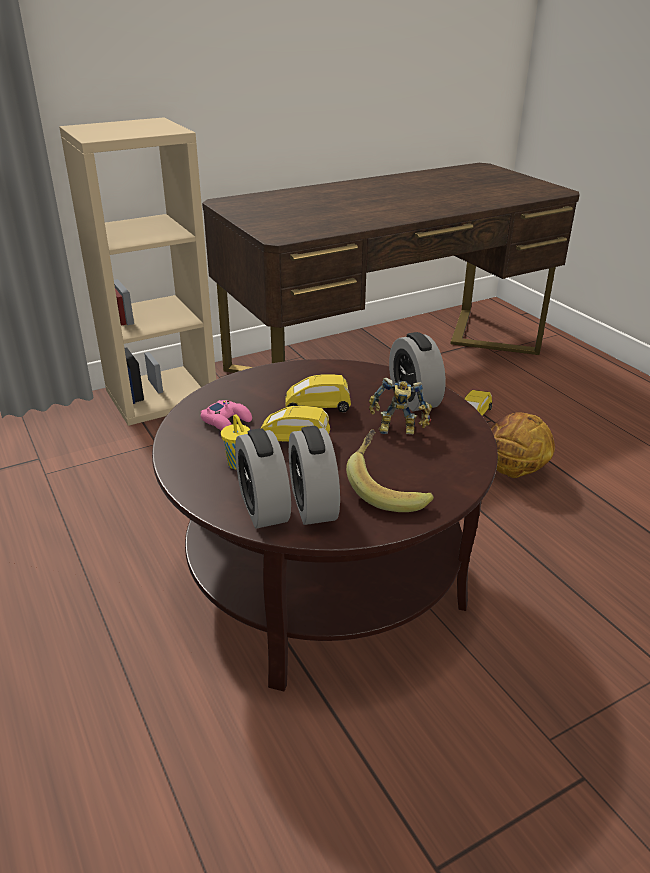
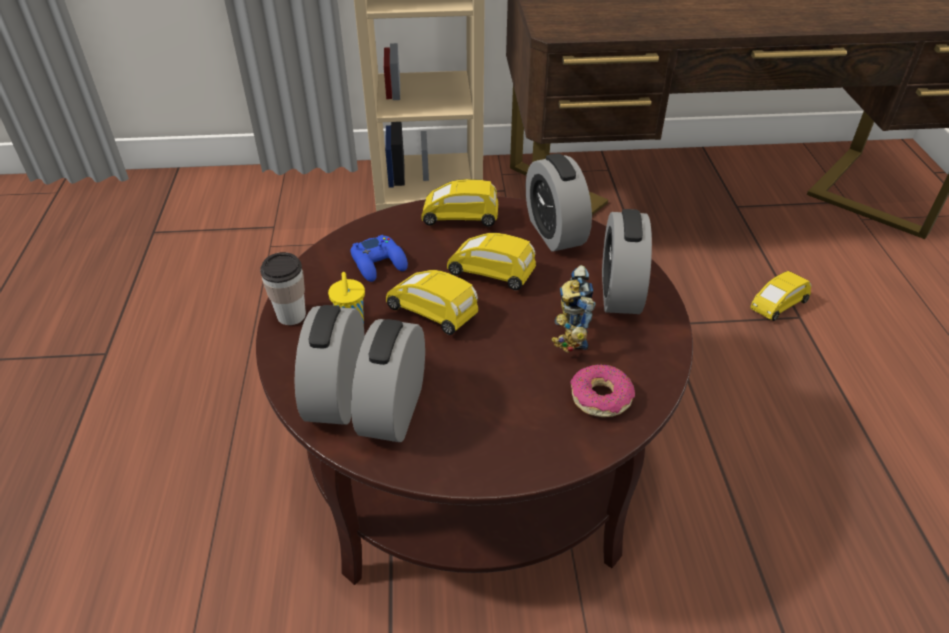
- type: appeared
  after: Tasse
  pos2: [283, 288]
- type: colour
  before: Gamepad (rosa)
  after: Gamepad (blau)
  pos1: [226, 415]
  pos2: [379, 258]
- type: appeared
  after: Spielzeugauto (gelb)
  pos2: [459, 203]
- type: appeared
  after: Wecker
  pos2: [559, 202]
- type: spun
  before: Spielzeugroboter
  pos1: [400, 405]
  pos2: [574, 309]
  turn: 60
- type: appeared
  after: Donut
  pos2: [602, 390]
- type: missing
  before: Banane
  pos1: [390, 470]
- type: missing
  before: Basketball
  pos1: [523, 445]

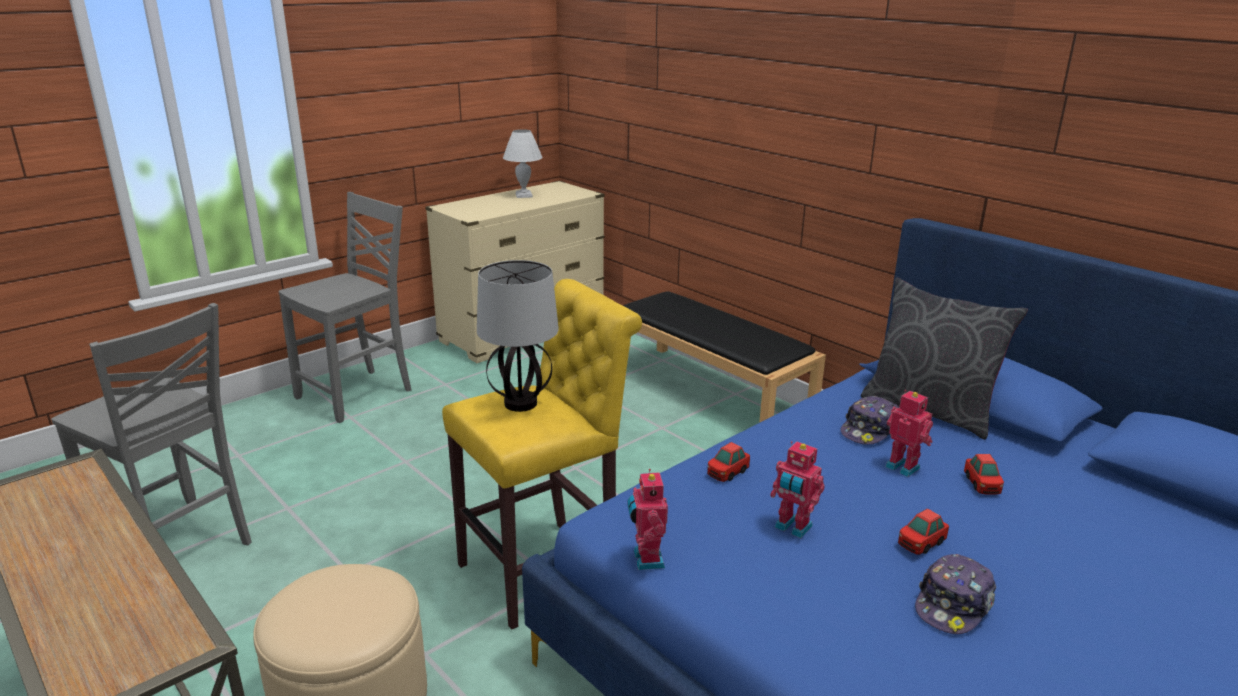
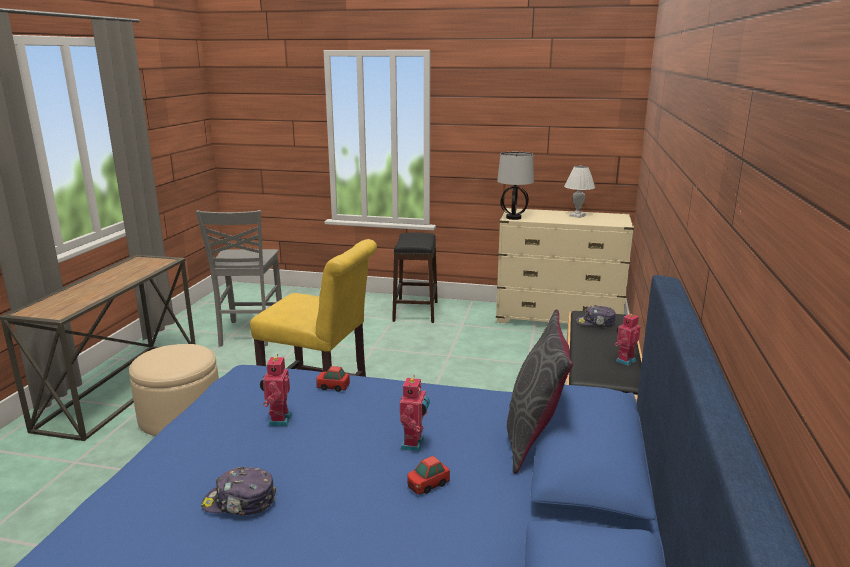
- type: exchanged
  before: Stuhl (grau)
  after: Hocker (schwarz)
  pos1: [344, 307]
  pos2: [415, 278]
- type: relocated
  before: Tischlampe
  pos1: [518, 336]
  pos2: [515, 186]
- type: relocated
  before: Kappe
  pos1: [870, 420]
  pos2: [596, 316]
- type: relocated
  before: Spielzeugroboter
  pos1: [647, 519]
  pos2: [627, 339]
- type: missing
  before: Spielzeugauto
  pos1: [923, 532]

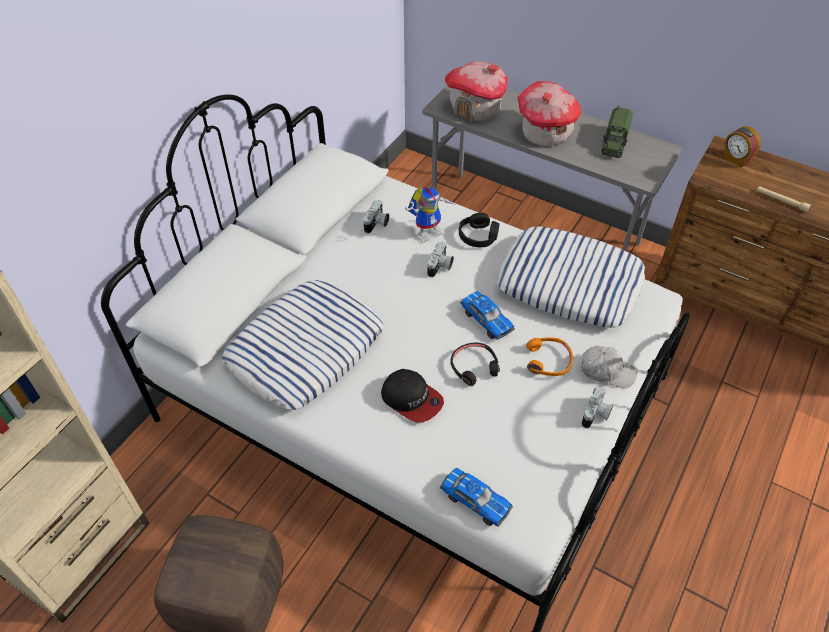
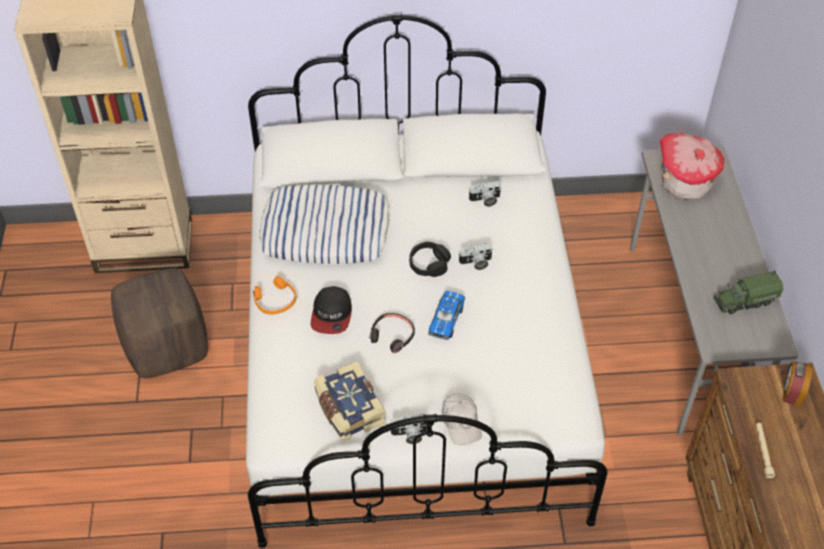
- type: relocated
  before: Kopfhörer (orange)
  pos1: [549, 356]
  pos2: [275, 295]
- type: appeared
  after: Buch
  pos2: [350, 401]
- type: relocated
  before: Kopfhörer (schwarz)
  pos1: [479, 230]
  pos2: [430, 259]
- type: missing
  before: Spielzeugroboter
  pos1: [430, 215]
- type: missing
  before: Spielzeugauto
  pos1: [476, 497]
- type: missing
  before: Kissen
  pos1: [571, 277]
- type: missing
  before: Spielzeughaus
  pos1: [549, 113]

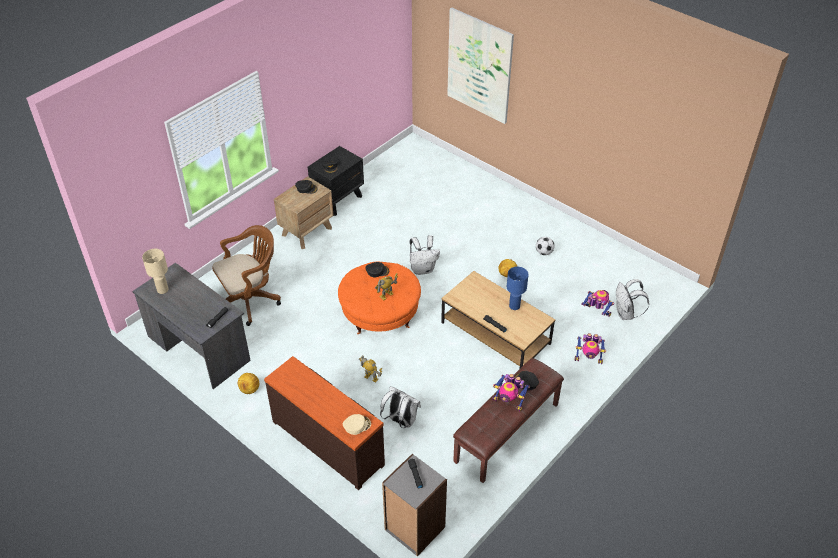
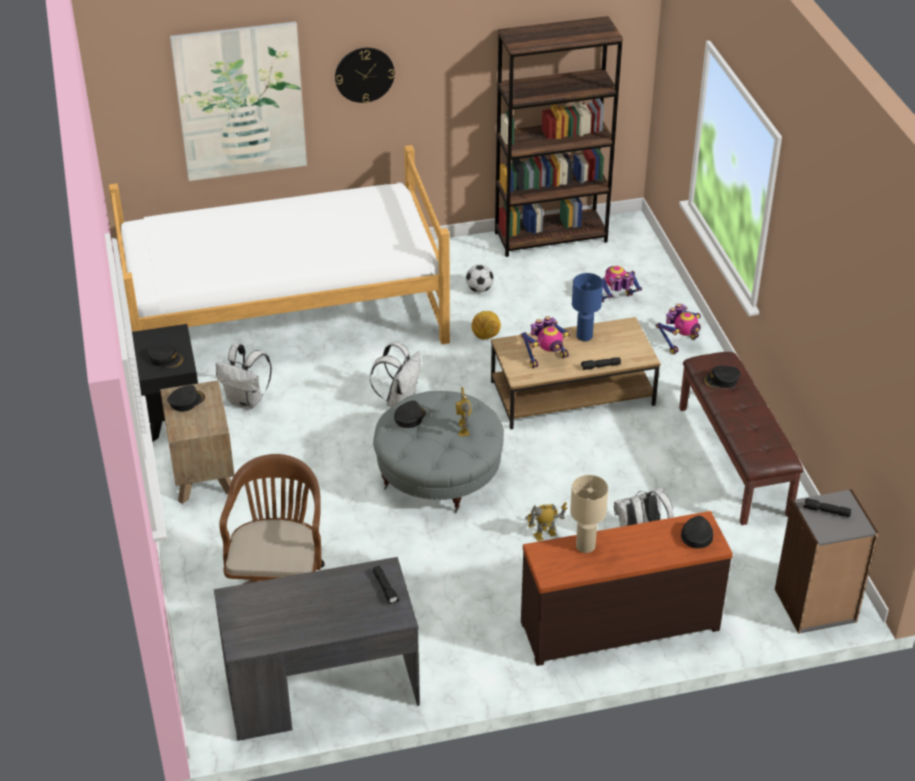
- type: appeared
  after: Bett
  pos2: [279, 244]
- type: relocated
  before: Rucksack (weiß)
  pos1: [632, 299]
  pos2: [244, 376]
- type: appeared
  after: Wanduhr
  pos2: [365, 75]
- type: colour
  before: Polsterhocker (orange)
  after: Polsterhocker (grau)
  pos1: [379, 298]
  pos2: [438, 452]
- type: appeared
  after: Bücherregal (braun)
  pos2: [559, 136]
- type: relocated
  before: Spielzeugroboter
  pos1: [511, 392]
  pos2: [546, 342]
- type: relocated
  before: Tischlampe (beige)
  pos1: [155, 271]
  pos2: [589, 514]
- type: colour
  before: Kappe (beige)
  after: Kappe (schwarz)
  pos1: [357, 424]
  pos2: [697, 532]
- type: missing
  before: Fußball
  pos1: [248, 383]

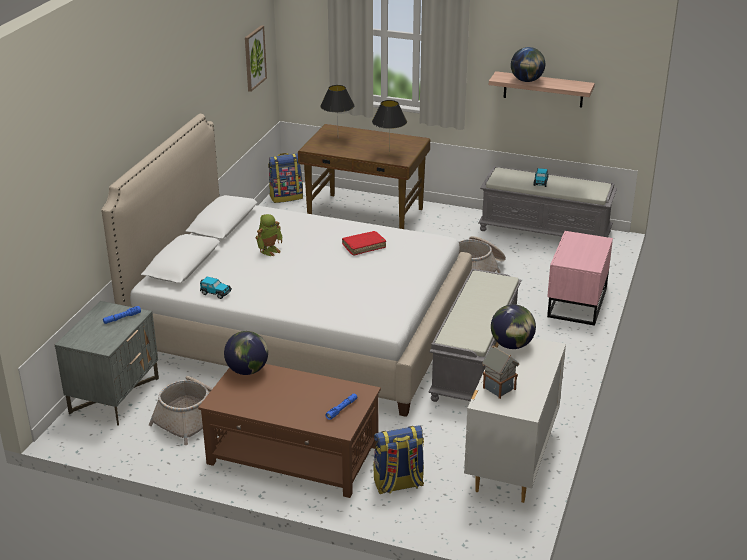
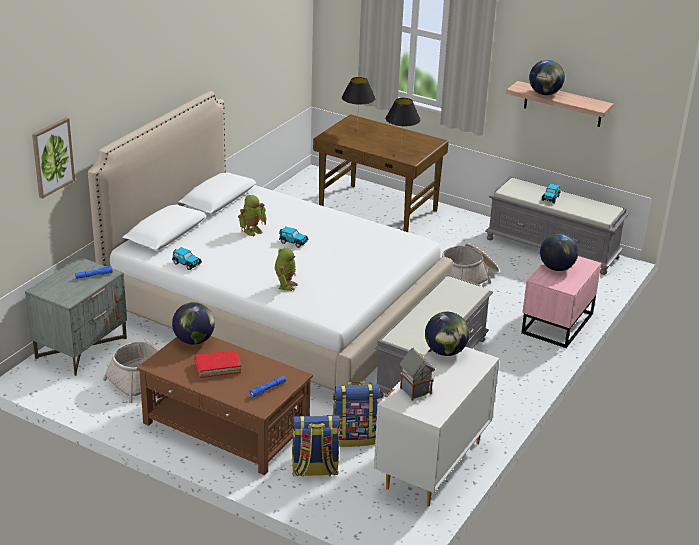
- type: relocated
  before: Bild
  pos1: [256, 58]
  pos2: [53, 158]
- type: relocated
  before: Buch (rot)
  pos1: [364, 243]
  pos2: [218, 364]
- type: appeared
  after: Spielzeugroboter
  pos2: [286, 269]
- type: appeared
  after: Spielzeugauto
  pos2: [294, 237]
- type: relocated
  before: Rucksack
  pos1: [285, 178]
  pos2: [356, 414]
- type: appeared
  after: Globus
  pos2: [559, 252]

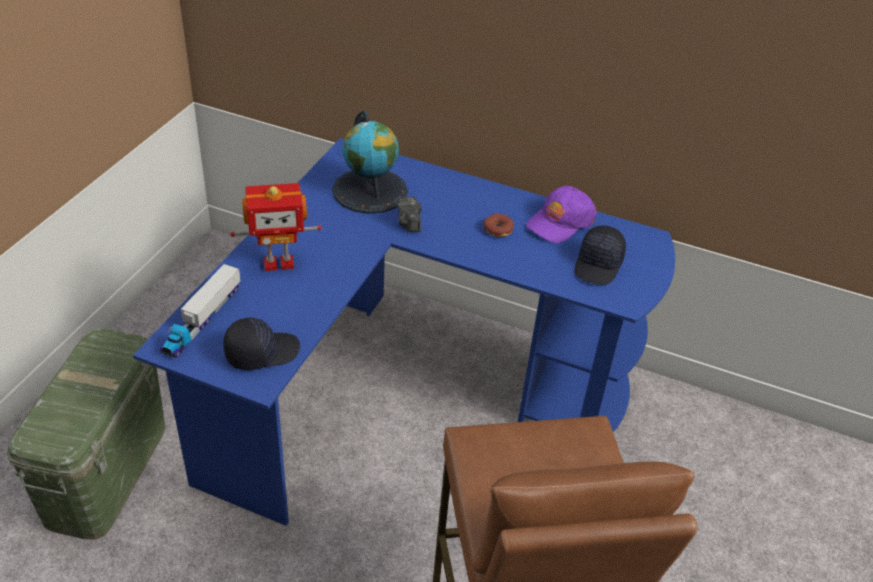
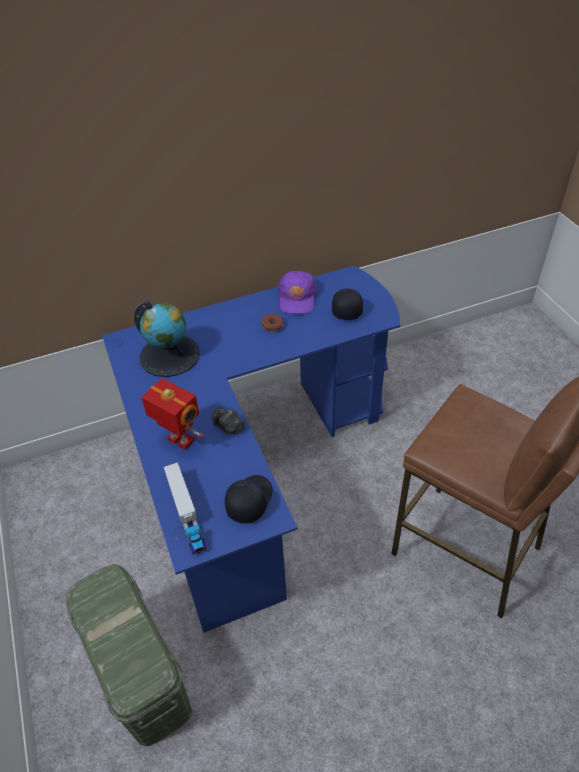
- type: spun
  before: Spielzeugroboter
  pos1: [276, 227]
  pos2: [172, 414]
  turn: -90
- type: relocated
  before: Kamera
  pos1: [410, 214]
  pos2: [228, 420]
- type: spun
  before: Kappe (schwarz)
  pos1: [600, 255]
  pos2: [347, 304]
  turn: -150

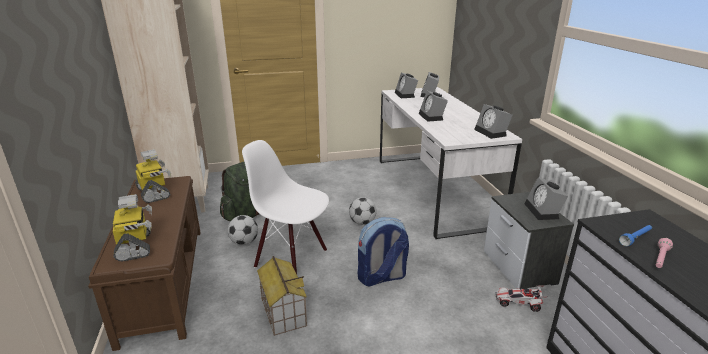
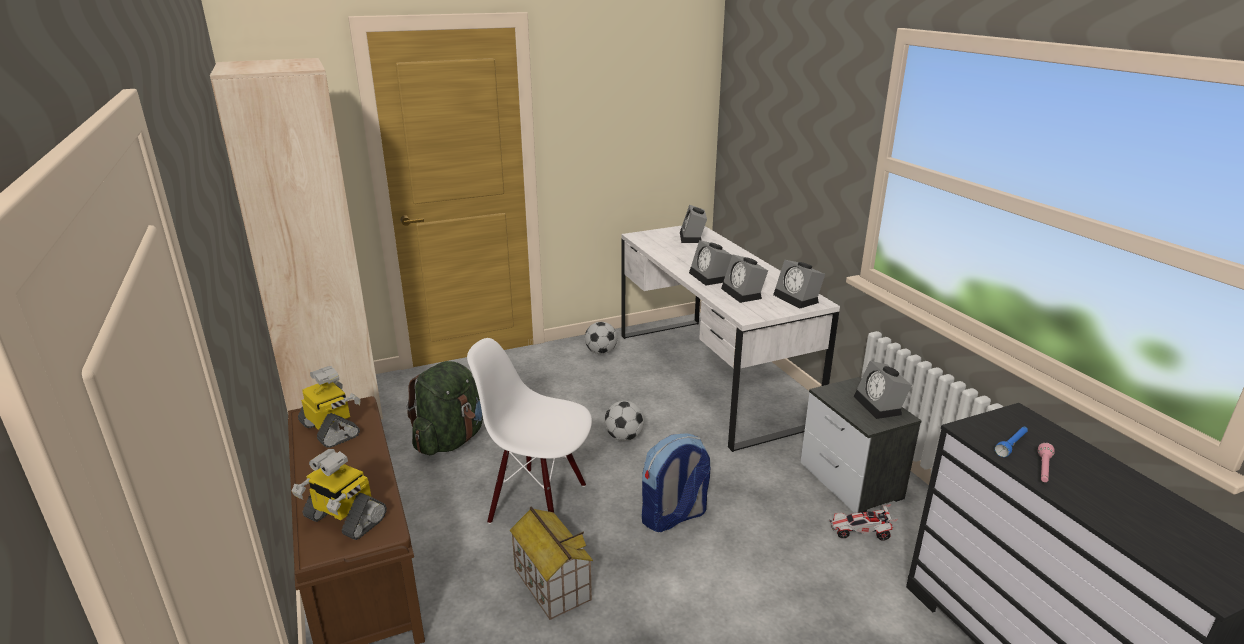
- type: spun
  before: Spielzeugroboter
  pos1: [132, 228]
  pos2: [339, 494]
  turn: 150
- type: relocated
  before: Fußball
  pos1: [243, 230]
  pos2: [601, 338]
- type: relocated
  before: Wecker
  pos1: [406, 85]
  pos2: [744, 278]

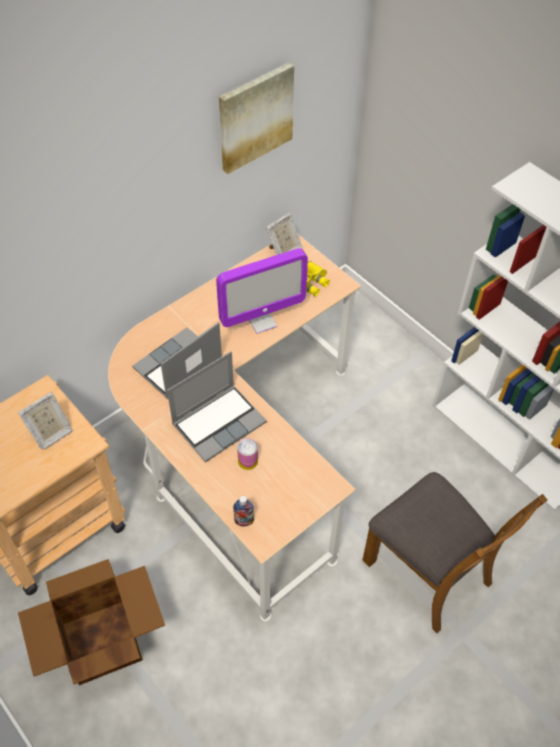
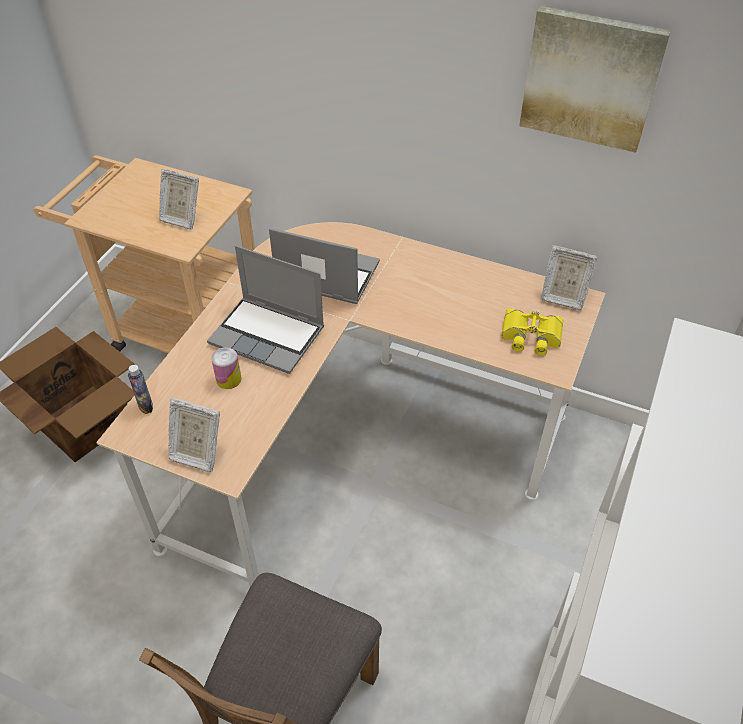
- type: appeared
  after: Bilderrahmen
  pos2: [194, 435]
- type: missing
  before: Monitor
  pos1: [262, 291]

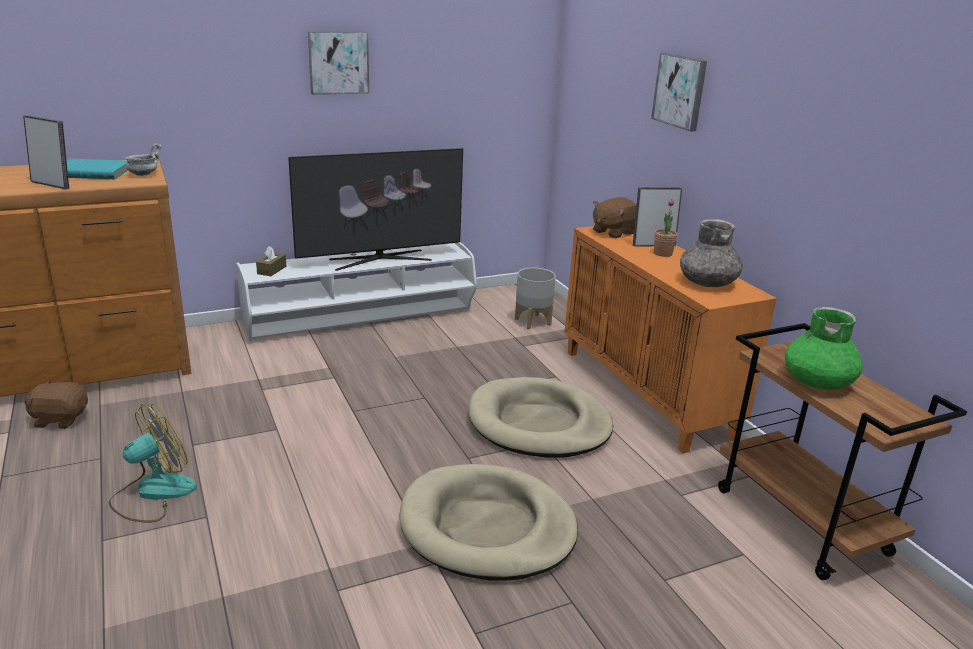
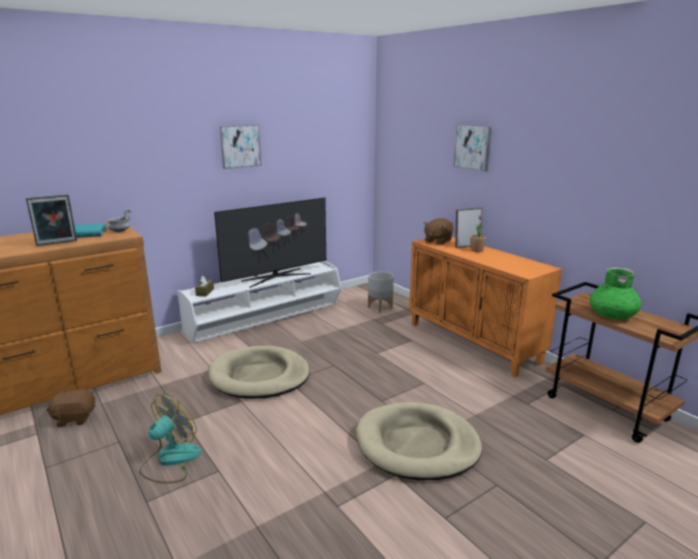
- type: spun
  before: Bilderrahmen
  pos1: [46, 152]
  pos2: [51, 220]
  turn: 135
- type: relocated
  before: Hundebett (beige)
  pos1: [541, 417]
  pos2: [259, 372]
- type: missing
  before: Vase (grau)
  pos1: [711, 253]

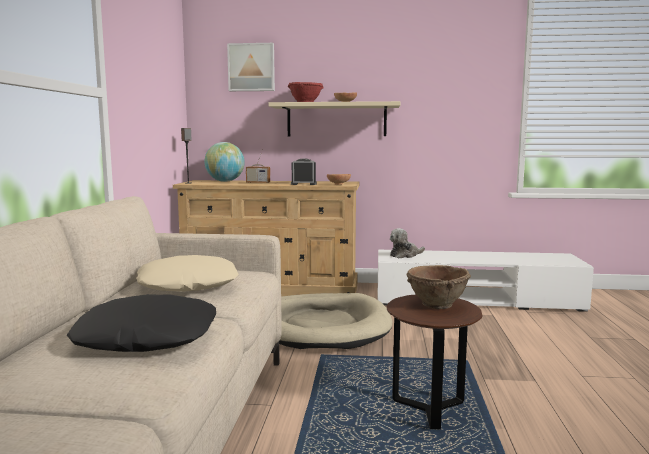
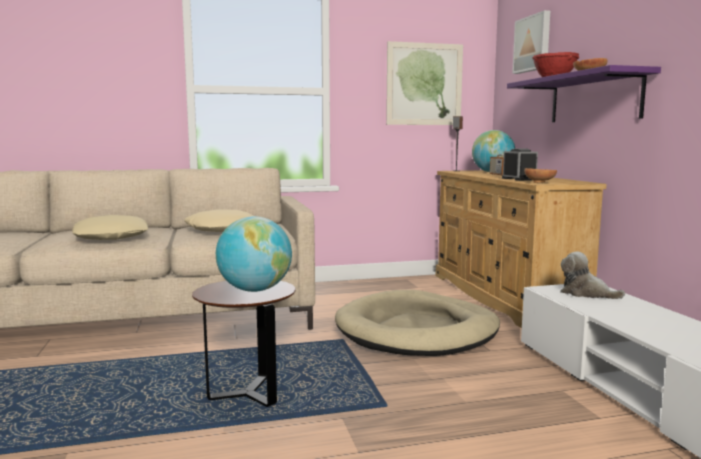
- type: colour
  before: Kissen (schwarz)
  after: Kissen (beige)
  pos1: [141, 323]
  pos2: [110, 227]
- type: exchanged
  before: Schüssel (braun)
  after: Globus
  pos1: [438, 287]
  pos2: [254, 254]
- type: appeared
  after: Bild
  pos2: [424, 83]
- type: colour
  before: Wandregal (beige)
  after: Wandregal (lila)
  pos1: [334, 118]
  pos2: [584, 93]

